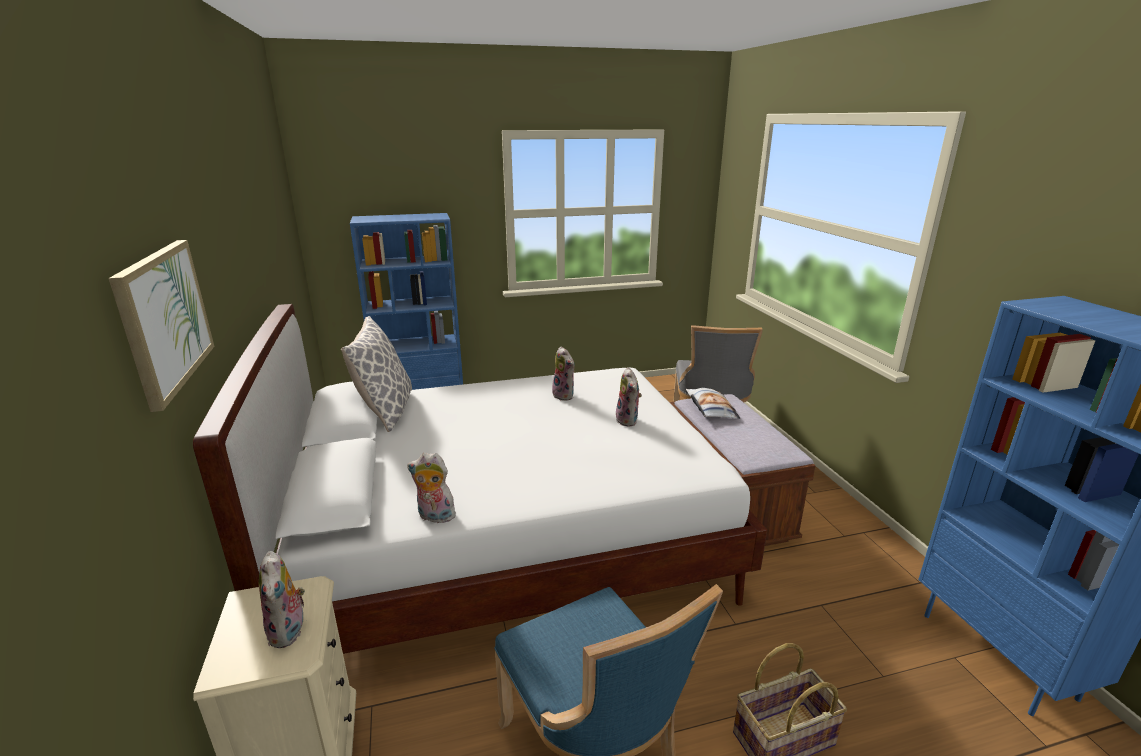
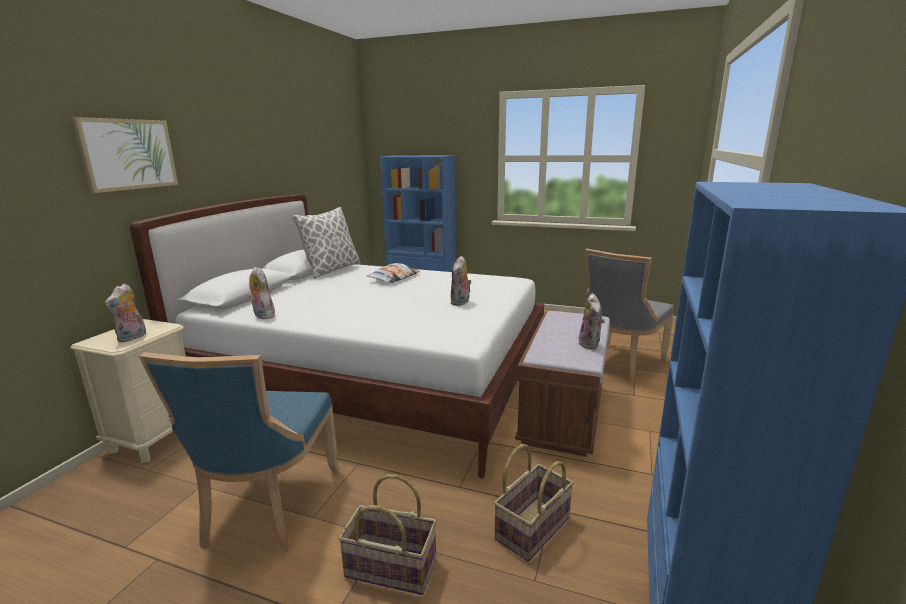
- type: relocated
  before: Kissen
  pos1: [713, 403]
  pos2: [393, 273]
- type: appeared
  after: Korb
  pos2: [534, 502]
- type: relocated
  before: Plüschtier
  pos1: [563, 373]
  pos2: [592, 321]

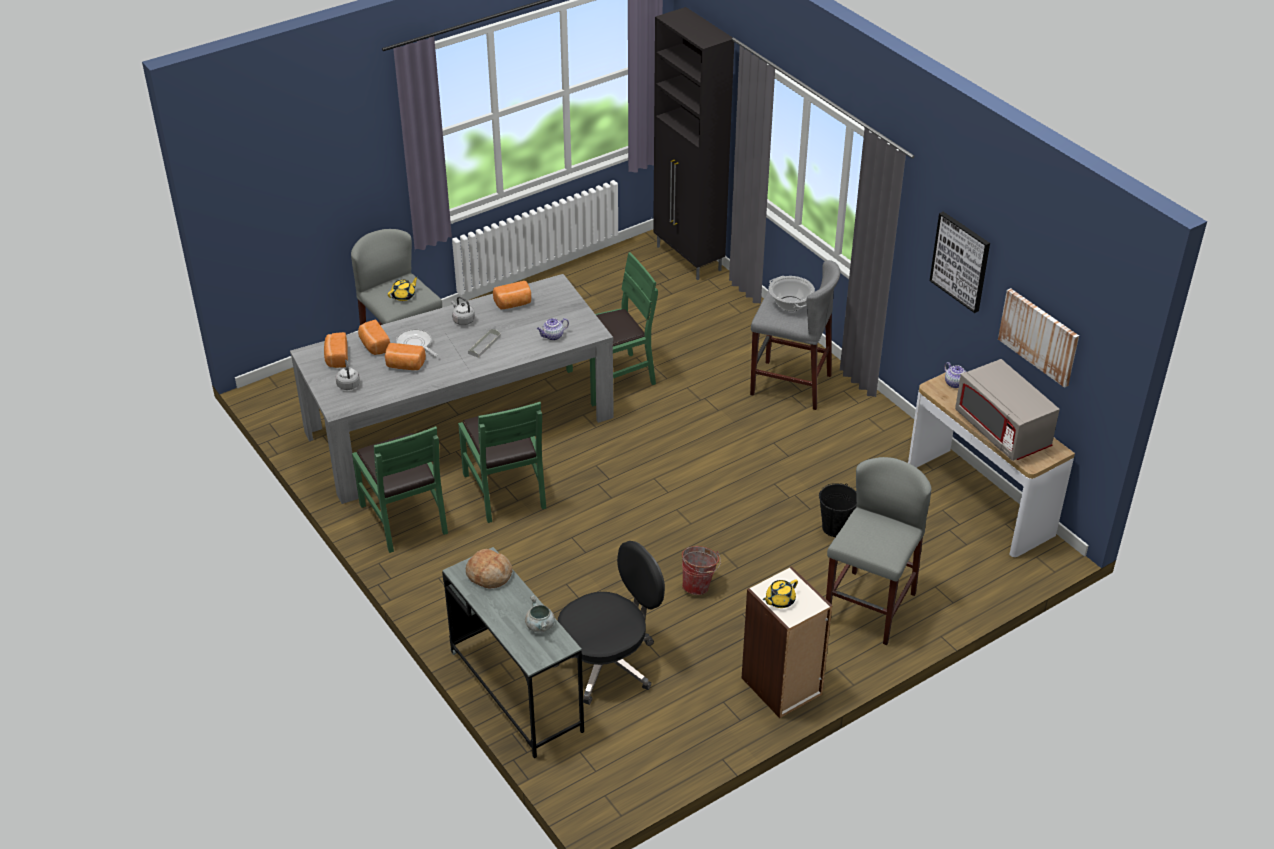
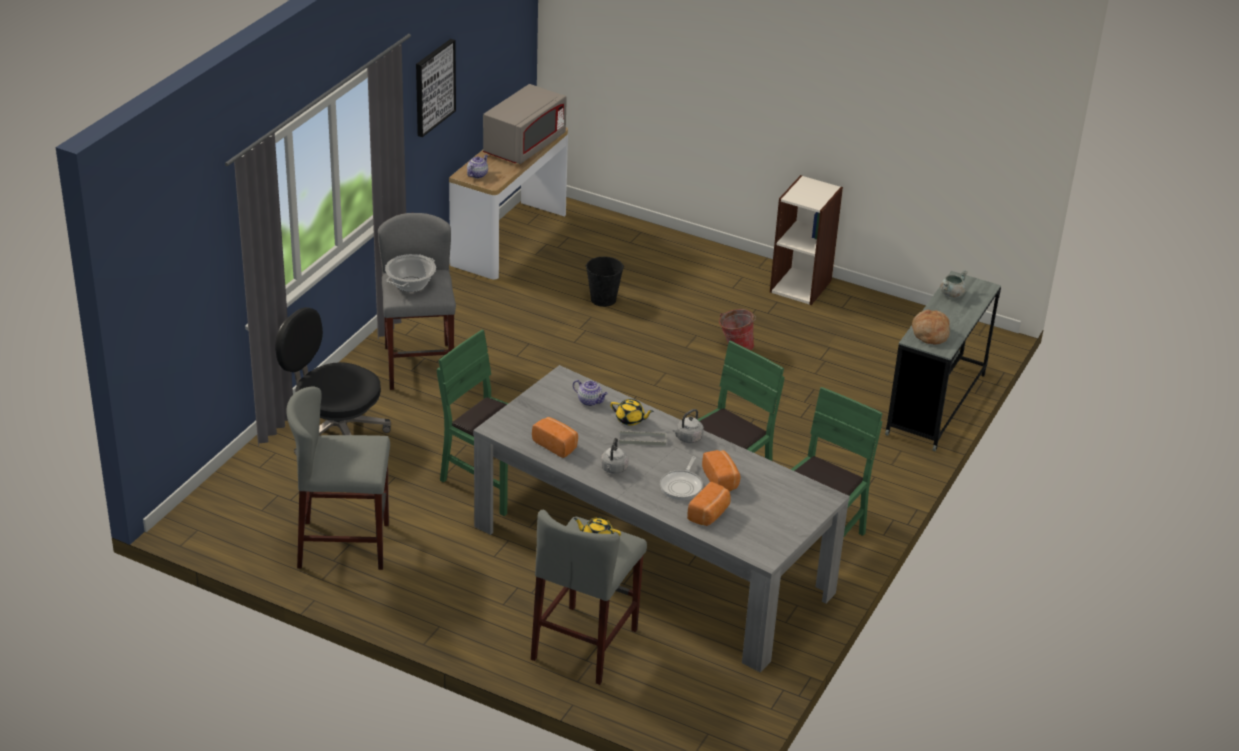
- type: relocated
  before: Bürostuhl (schwarz)
  pos1: [609, 623]
  pos2: [333, 381]
- type: relocated
  before: Hocker (grau)
  pos1: [879, 551]
  pos2: [338, 478]
- type: relocated
  before: Teekanne (gelb)
  pos1: [780, 593]
  pos2: [632, 412]
- type: relocated
  before: Wasserkessel (grau)
  pos1: [348, 374]
  pos2: [688, 426]
- type: missing
  before: Brot
  pos1: [336, 350]
- type: missing
  before: Schrank (schwarz)
  pos1: [693, 143]
- type: missing
  before: Bild
  pos1: [1038, 338]

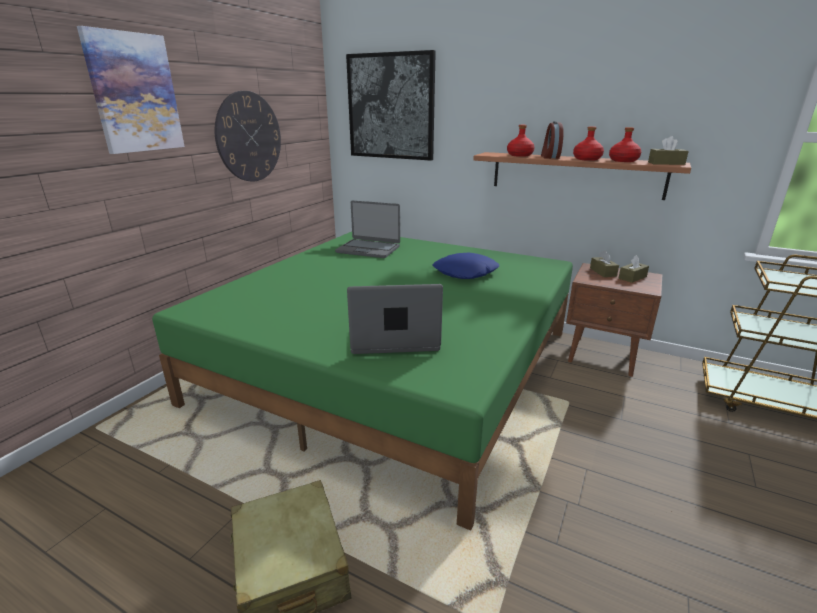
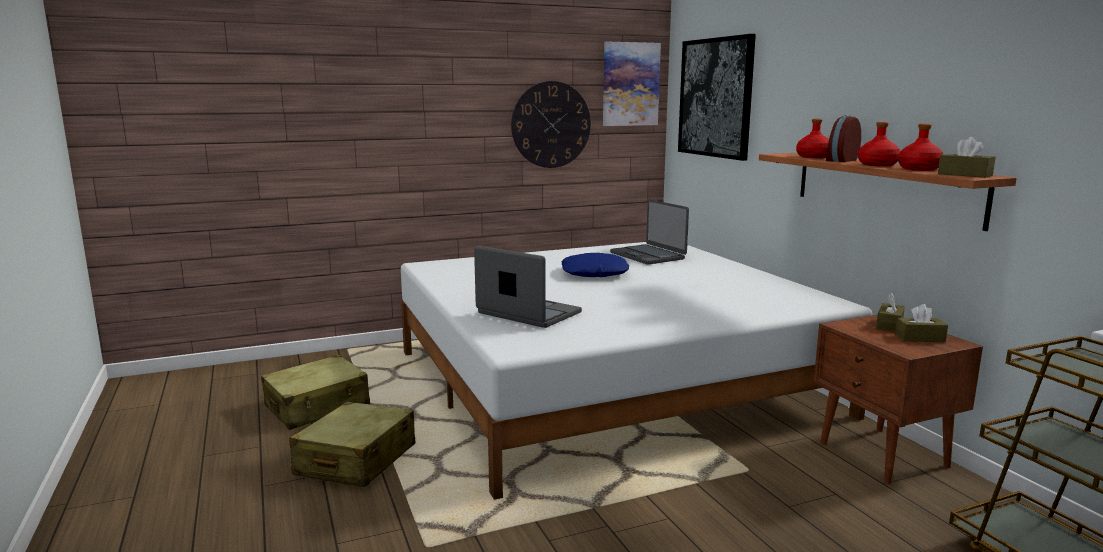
- type: appeared
  after: Koffer (beige)
  pos2: [315, 392]
- type: colour
  before: Bett (grün)
  after: Bett (weiß)
  pos1: [362, 381]
  pos2: [636, 371]
- type: relocated
  before: Kissen (blau)
  pos1: [466, 265]
  pos2: [595, 265]
- type: relocated
  before: Bild
  pos1: [131, 90]
  pos2: [632, 84]

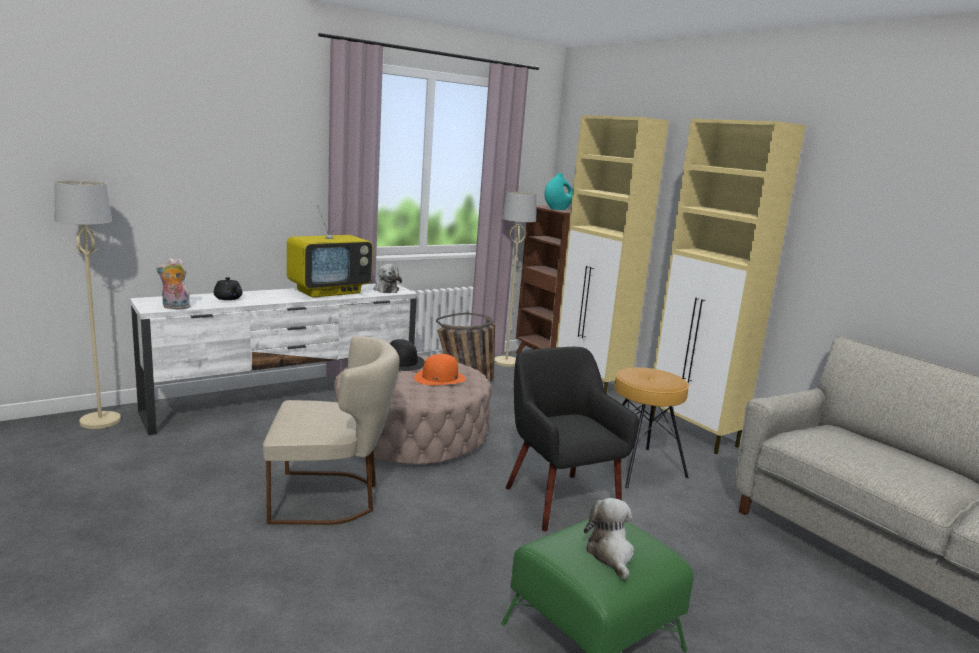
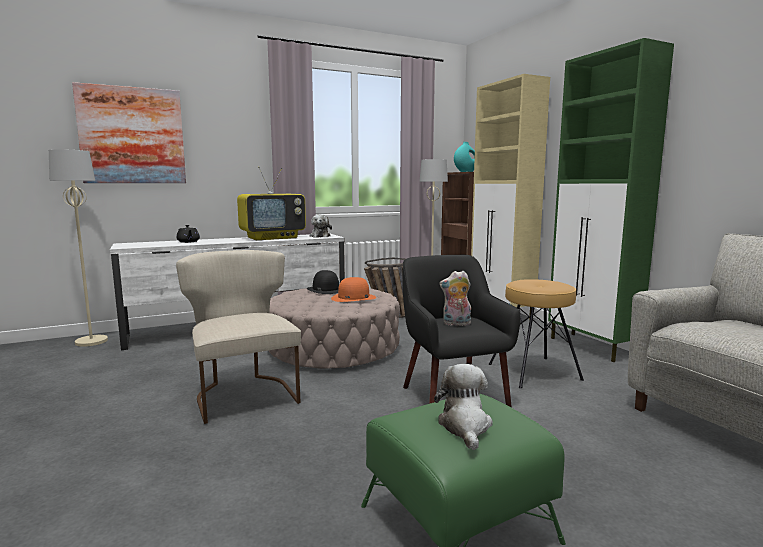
- type: appeared
  after: Bild
  pos2: [129, 132]
- type: spun
  before: Stuhl (beige)
  pos1: [331, 430]
  pos2: [238, 337]
  turn: -120
- type: relocated
  before: Plüschtier
  pos1: [173, 283]
  pos2: [455, 299]
- type: colour
  before: Schrank (beige)
  after: Schrank (grün)
  pos1: [729, 286]
  pos2: [611, 200]

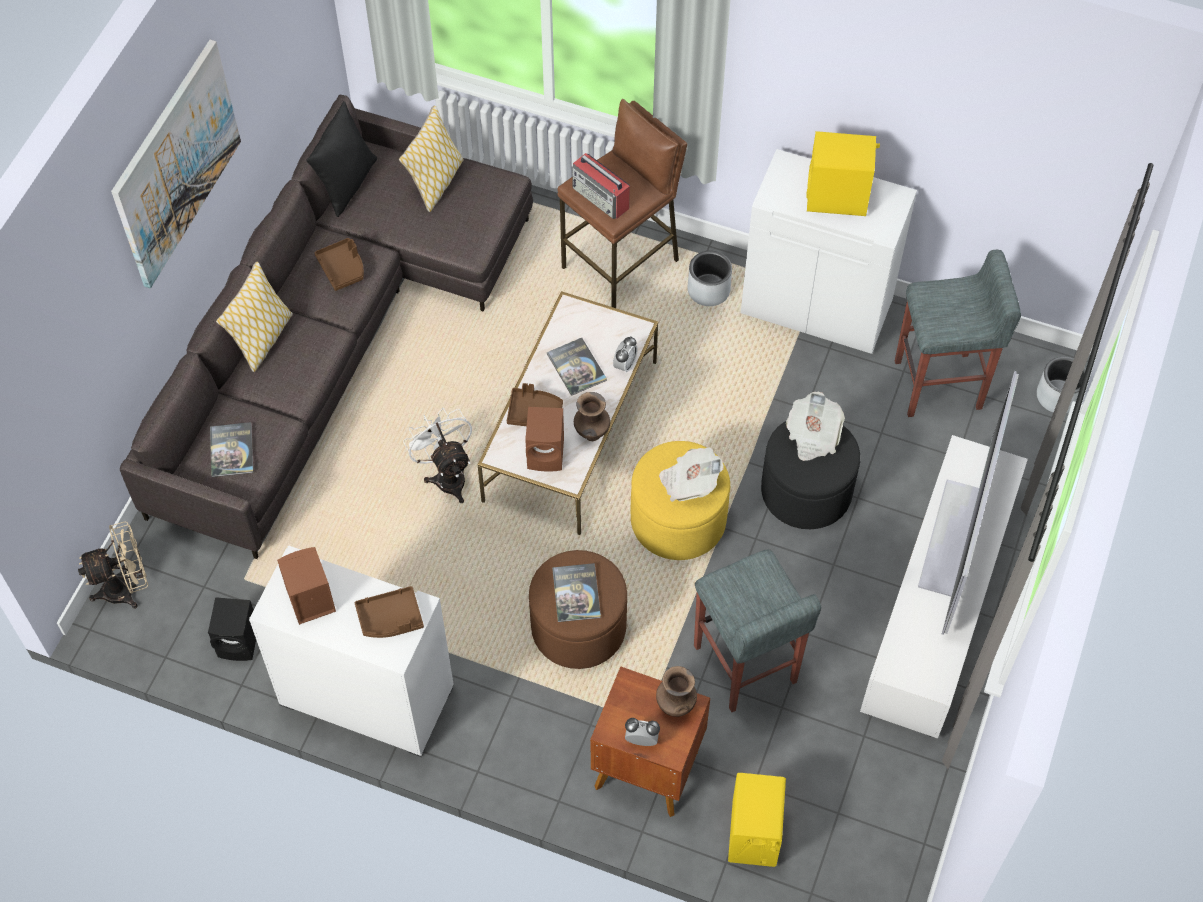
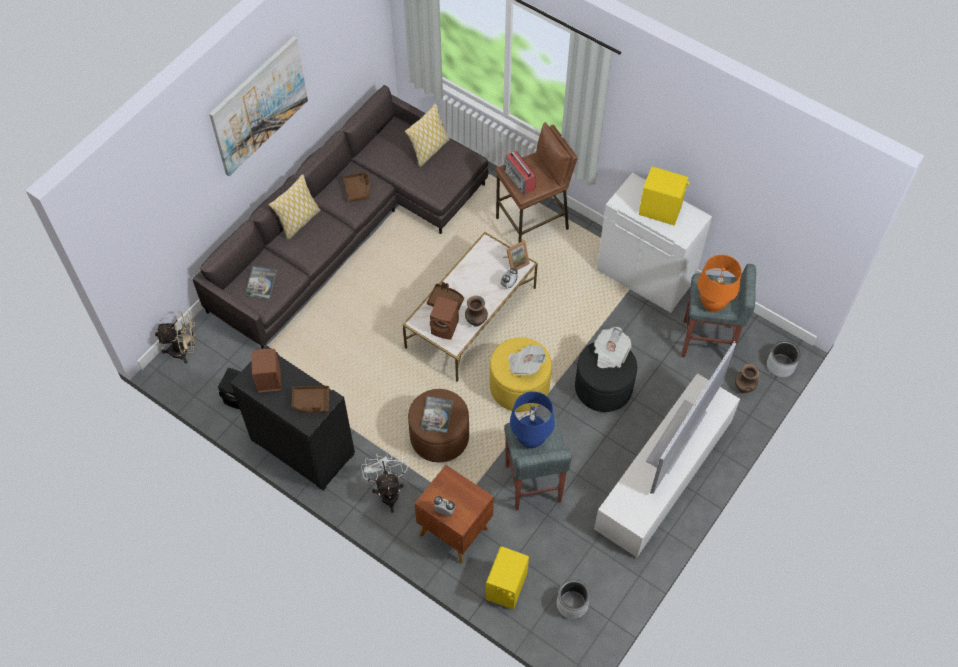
- type: colour
  before: Schrank (weiß)
  after: Schrank (schwarz)
  pos1: [351, 651]
  pos2: [293, 418]
- type: relocated
  before: Ventilator (weiß)
  pos1: [437, 455]
  pos2: [384, 482]
- type: appeared
  after: Bilderrahmen
  pos2: [516, 255]
- type: appeared
  after: Tischlampe (blau)
  pos2: [532, 419]
- type: relocated
  before: Pflanzkübel (grau)
  pos1: [710, 278]
  pos2: [573, 599]
- type: appeared
  after: Tischlampe (orange)
  pos2: [720, 283]
- type: relocated
  before: Vase (braun)
  pos1: [676, 691]
  pos2: [747, 378]
- type: missing
  before: Kissen (schwarz)
  pos1: [341, 159]
- type: missing
  before: Buch
  pos1: [577, 367]

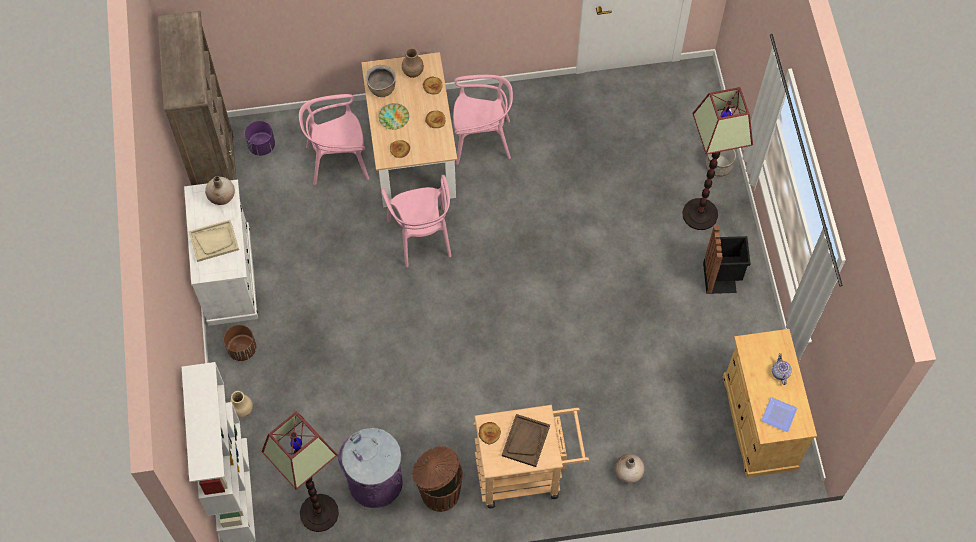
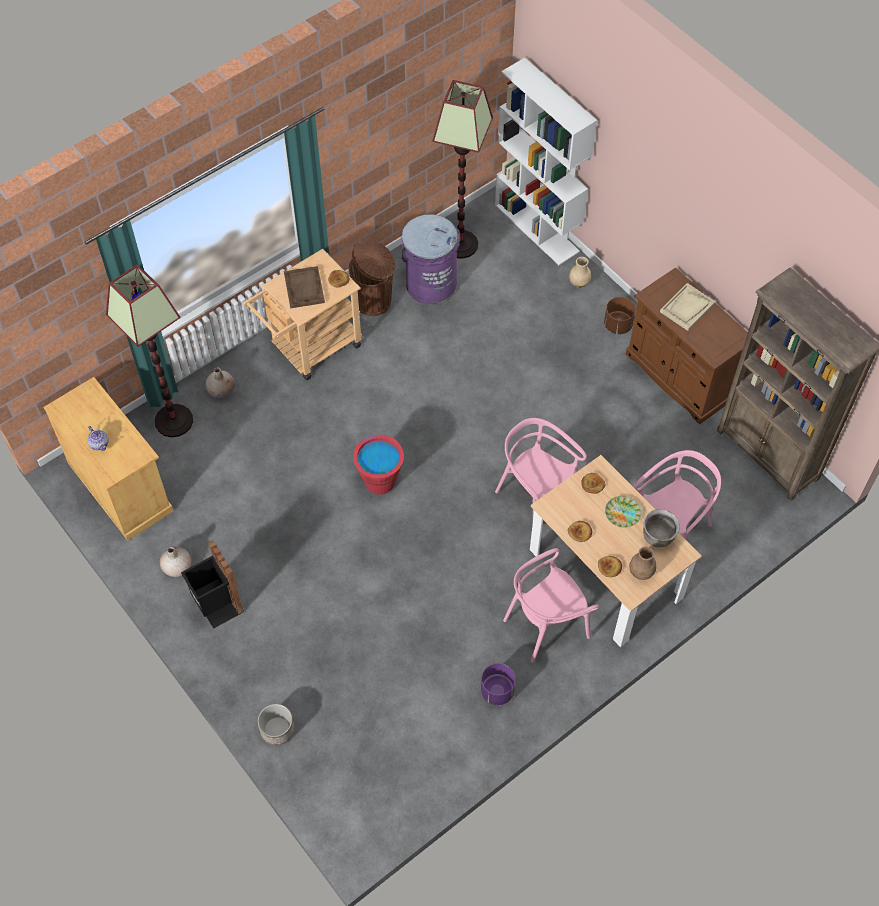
- type: relocated
  before: Stehlampe
  pos1: [717, 158]
  pos2: [149, 350]
- type: relocated
  before: Vase (beige)
  pos1: [220, 190]
  pos2: [175, 562]
- type: appeared
  after: Eimer (rot)
  pos2: [378, 465]
- type: relocated
  before: Pflanzkübel (lila)
  pos1: [260, 138]
  pos2: [498, 684]
- type: colour
  before: Schrank (weiß)
  after: Schrank (braun)
  pos1: [221, 252]
  pos2: [687, 346]
- type: missing
  before: Teller
  pos1: [779, 414]

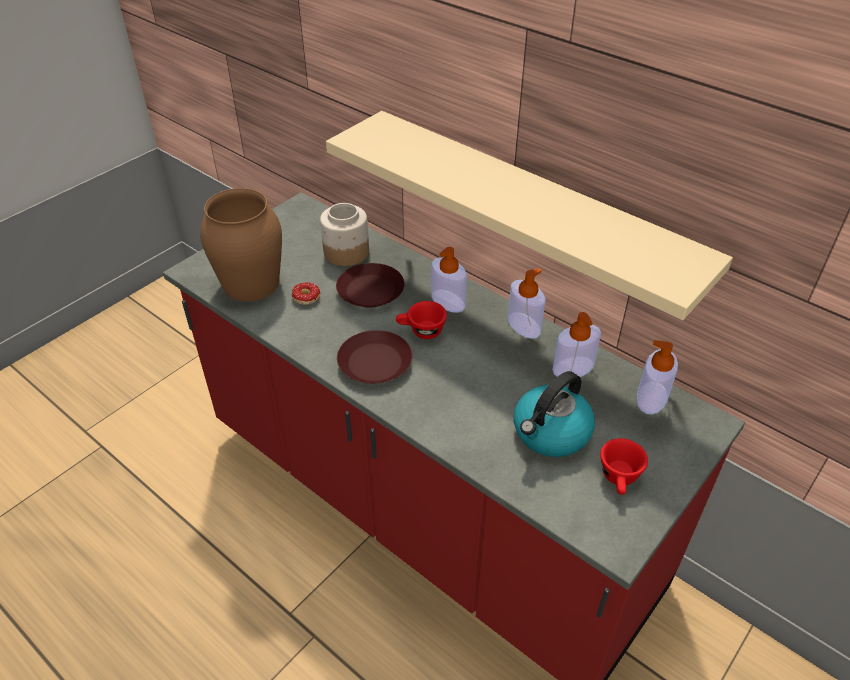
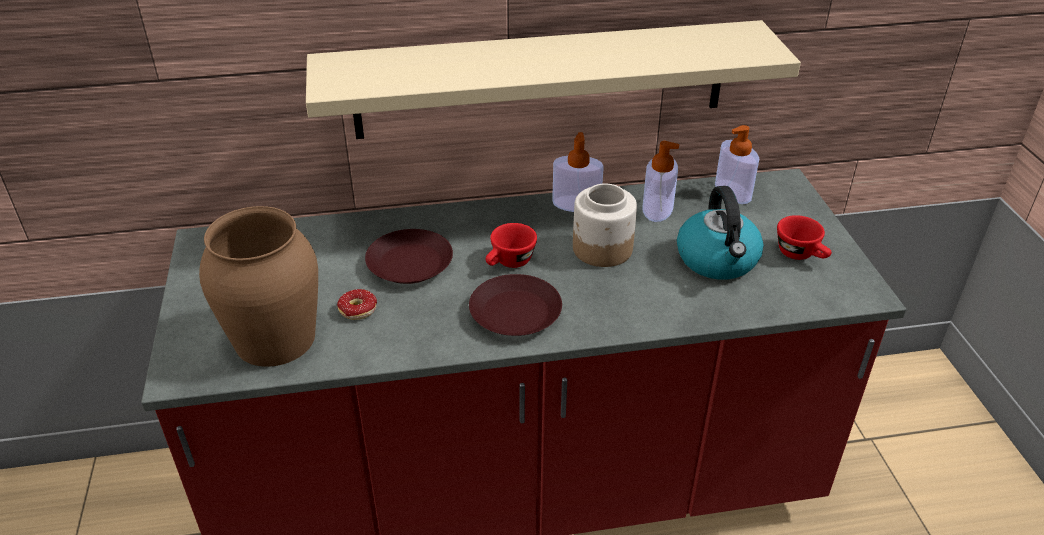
- type: relocated
  before: Vorratsglas
  pos1: [344, 234]
  pos2: [605, 225]
- type: missing
  before: Seifenspender
  pos1: [449, 280]

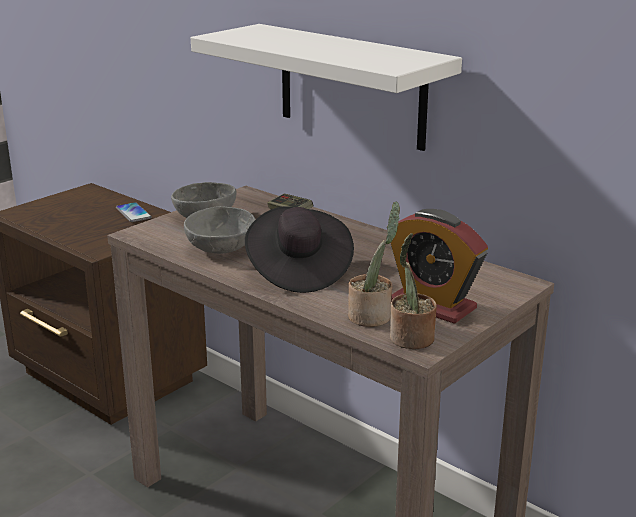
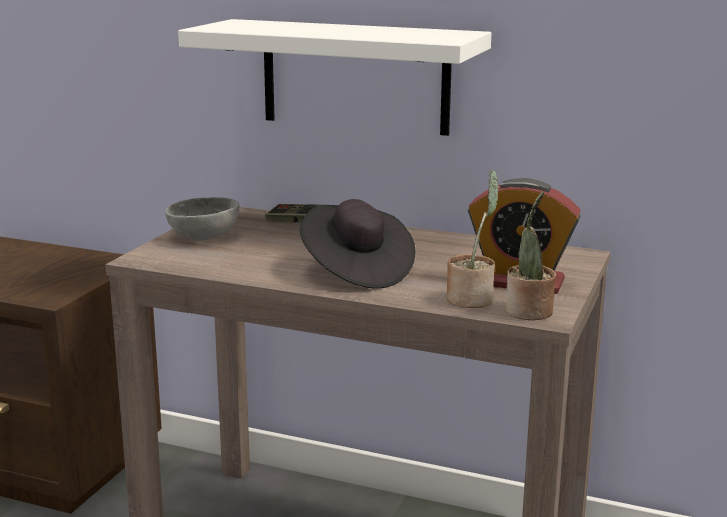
- type: missing
  before: Handy
  pos1: [134, 212]
- type: missing
  before: Schüssel (grau)
  pos1: [219, 230]

